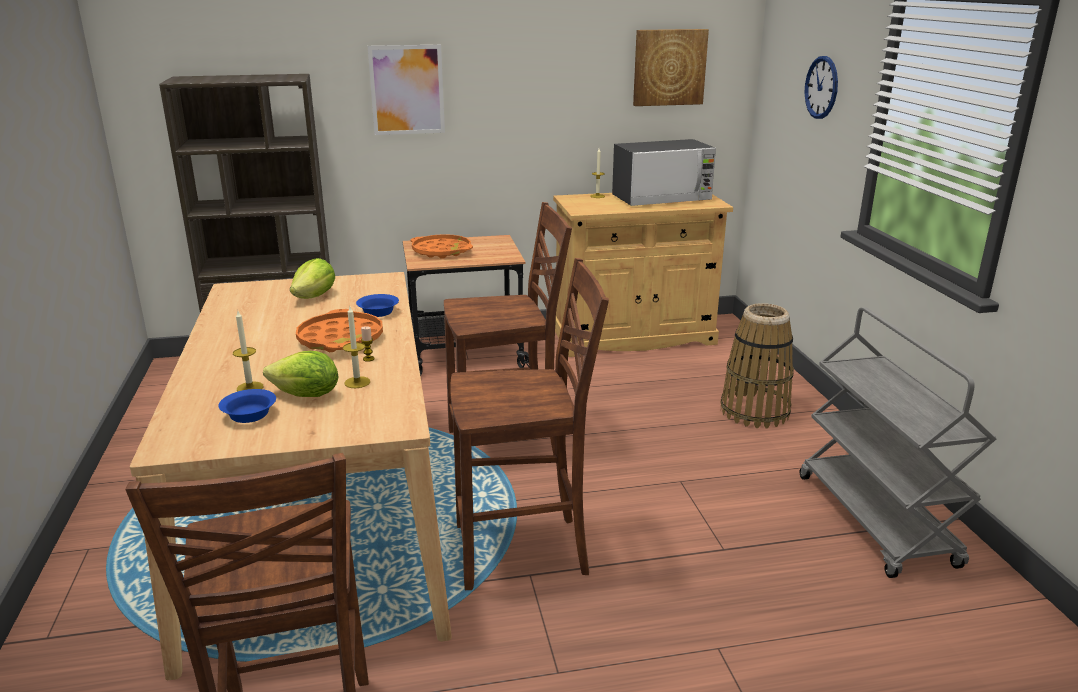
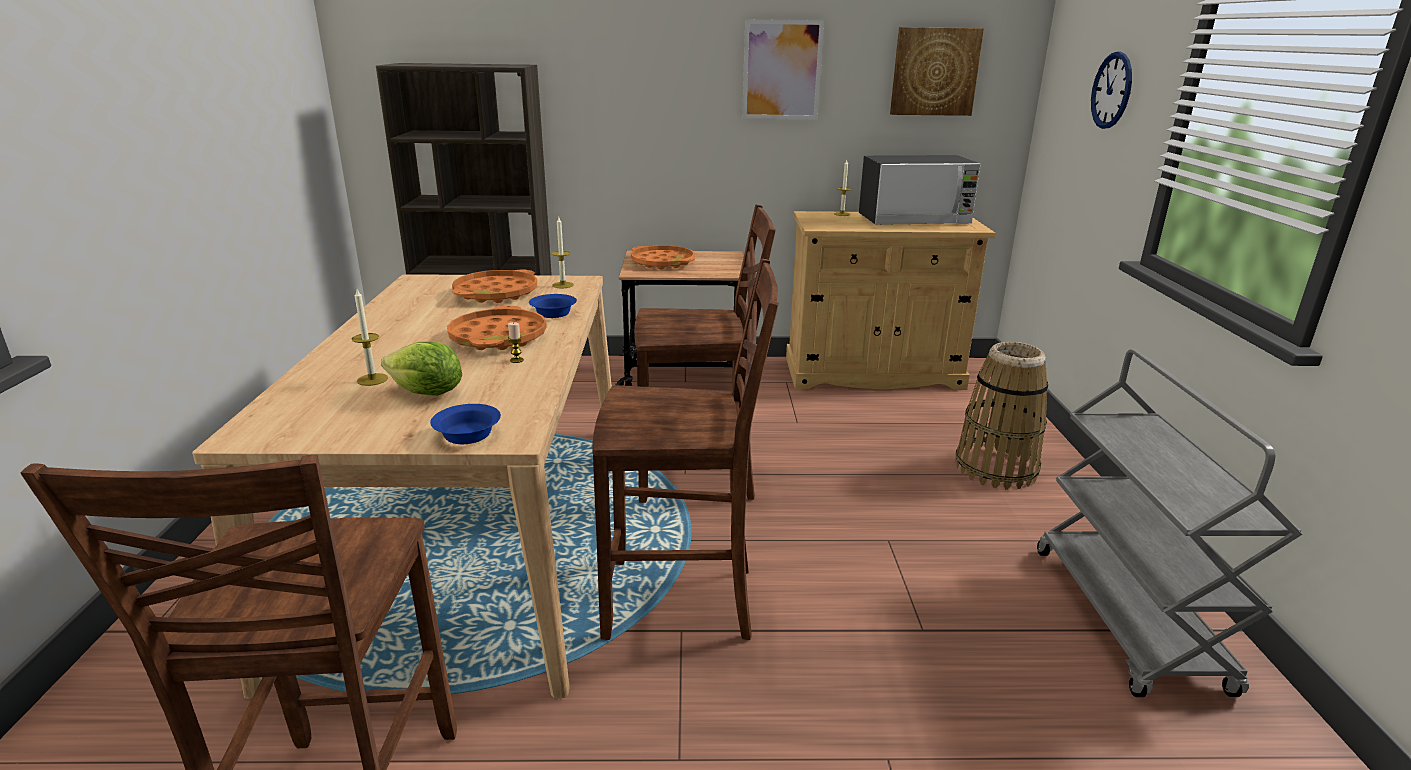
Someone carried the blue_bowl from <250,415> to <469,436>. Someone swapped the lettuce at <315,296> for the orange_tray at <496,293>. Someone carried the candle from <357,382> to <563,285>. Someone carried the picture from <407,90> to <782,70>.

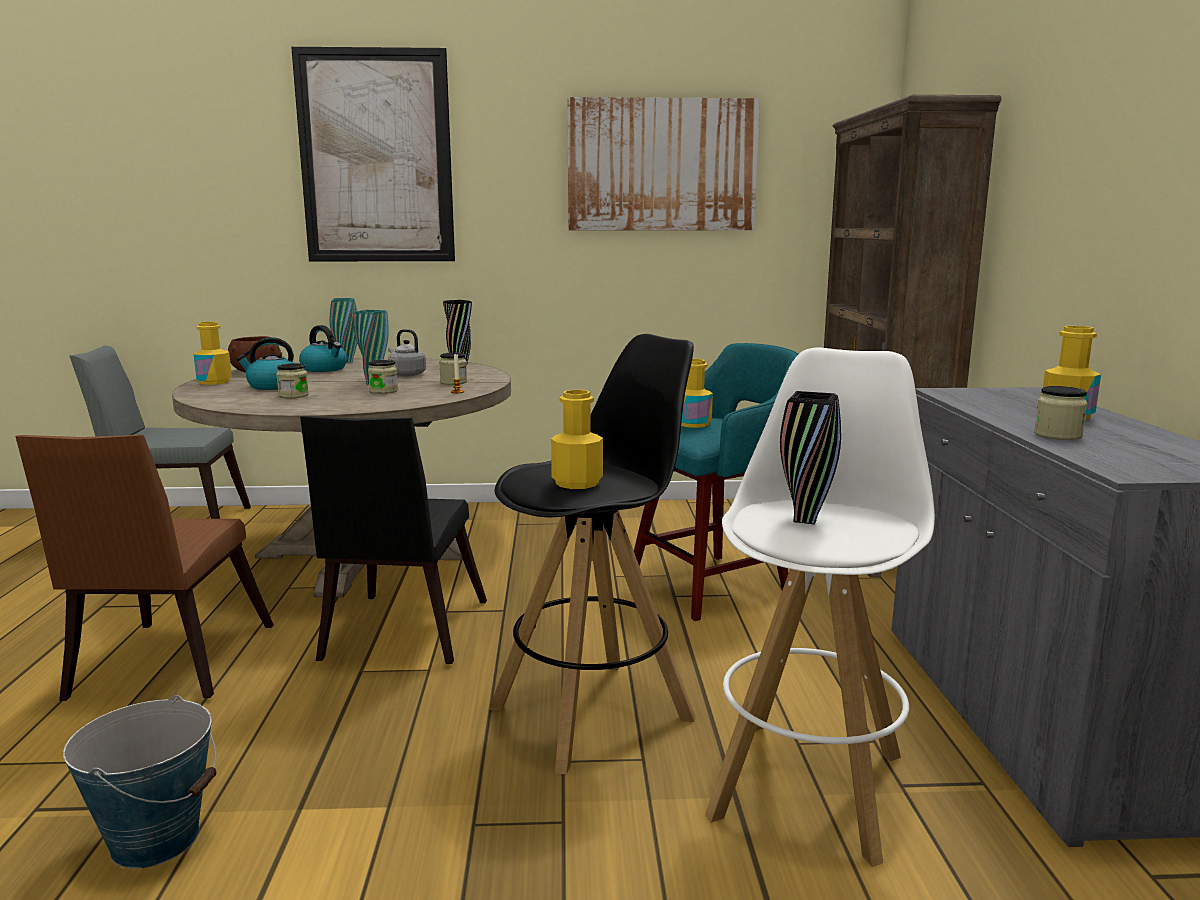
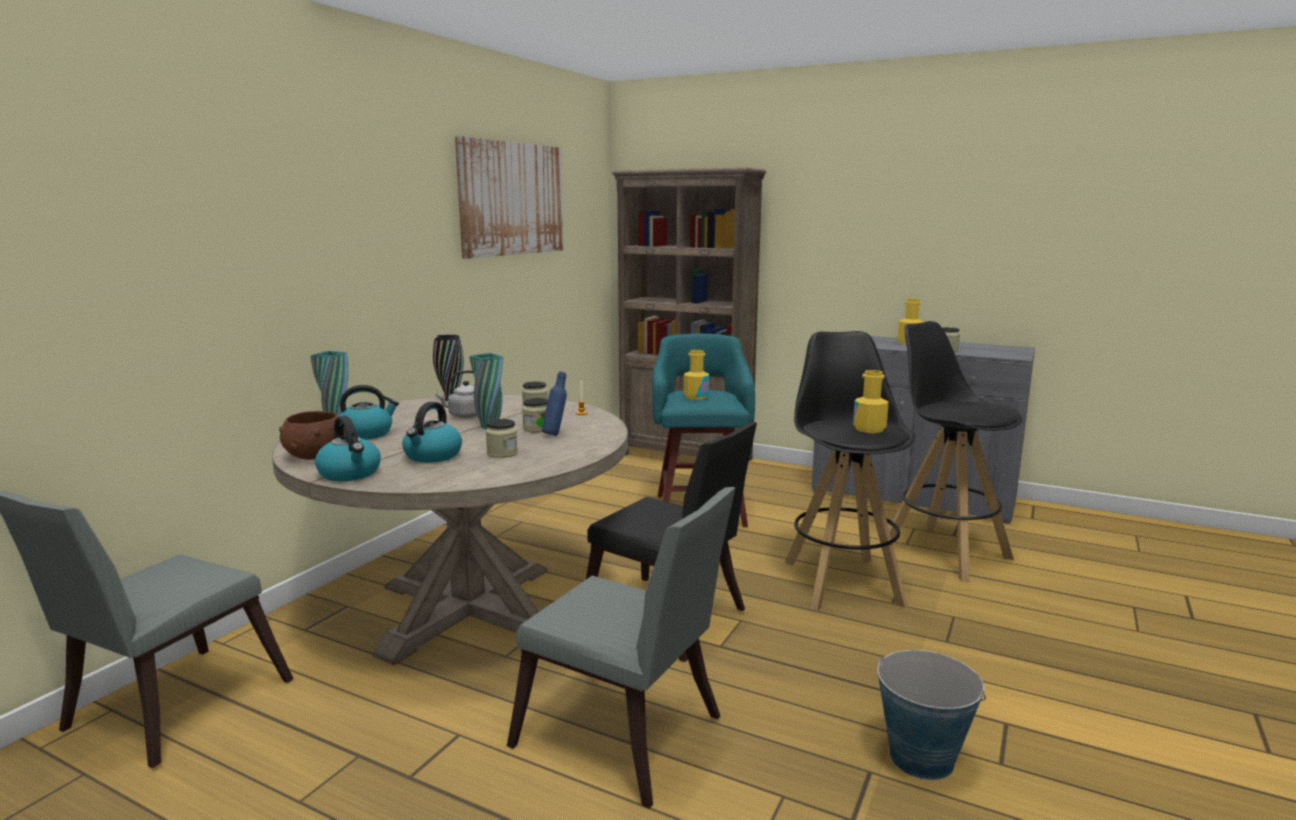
Someone swapped the yellow_bottle at <214,382> for the kettle at <350,473>. Someone repainted the brown_chair at <165,667>, which became the grey_chair at <626,739>. Someone put down the blue_bottle at <555,434>. Someone repainted the white_stool at <809,783>, which became the black_stool at <943,552>. Someone took away the picture at <376,157>. Someone took away the black_vase at <805,520>.

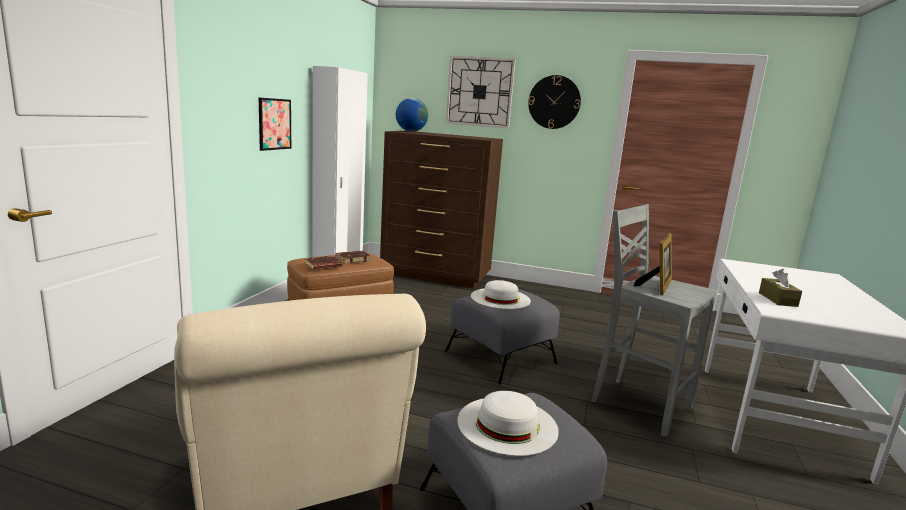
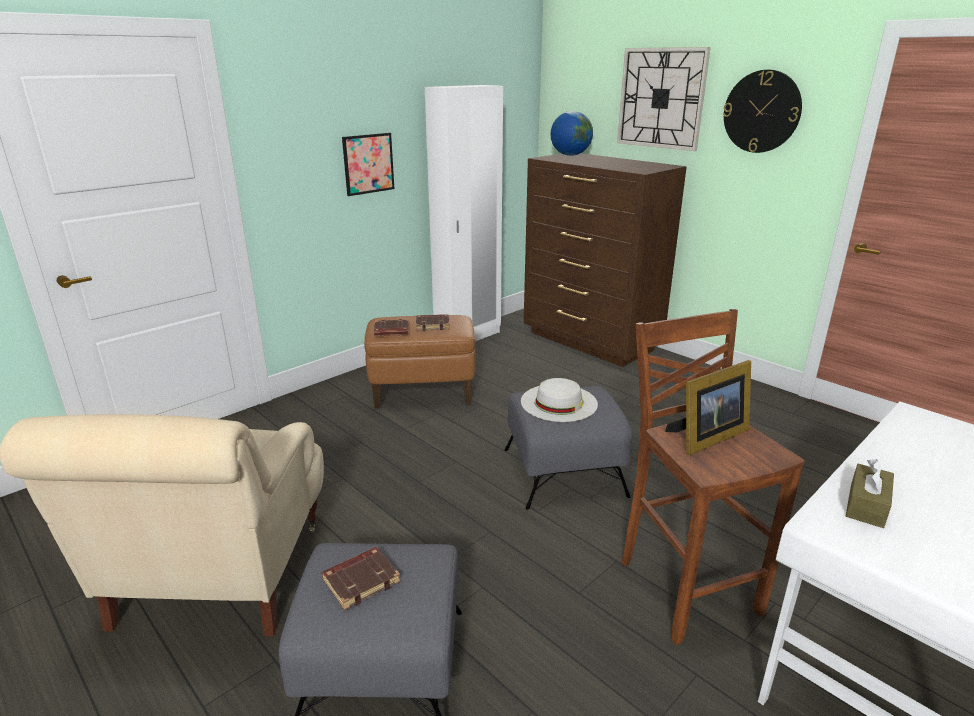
Someone swapped the white_hat at <507,424> for the brown_book at <361,580>. Someone repainted the grey_stool at <638,404>, which became the brown_stool at <685,586>.

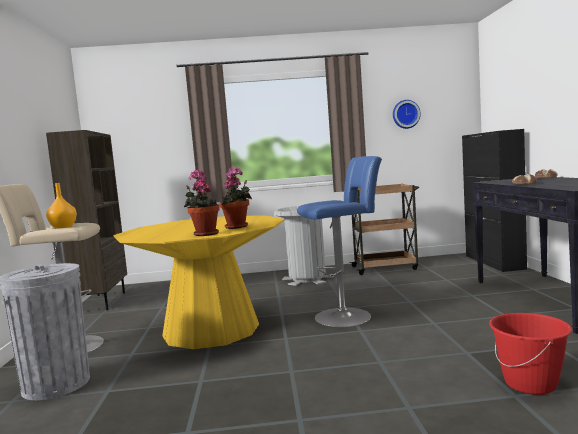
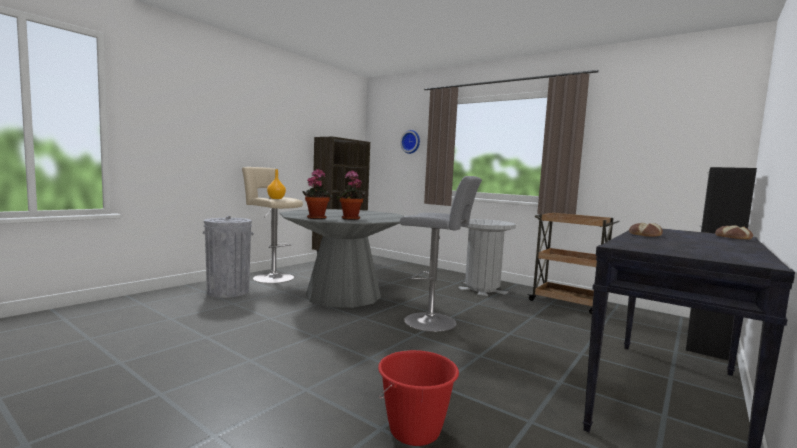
Someone repainted the yellow_dining_table at <211,329>, which became the grey_dining_table at <343,295>. Someone carried the wall_clock from <405,114> to <411,142>. Someone repainted the blue_stool at <346,316>, which became the grey_stool at <434,322>.

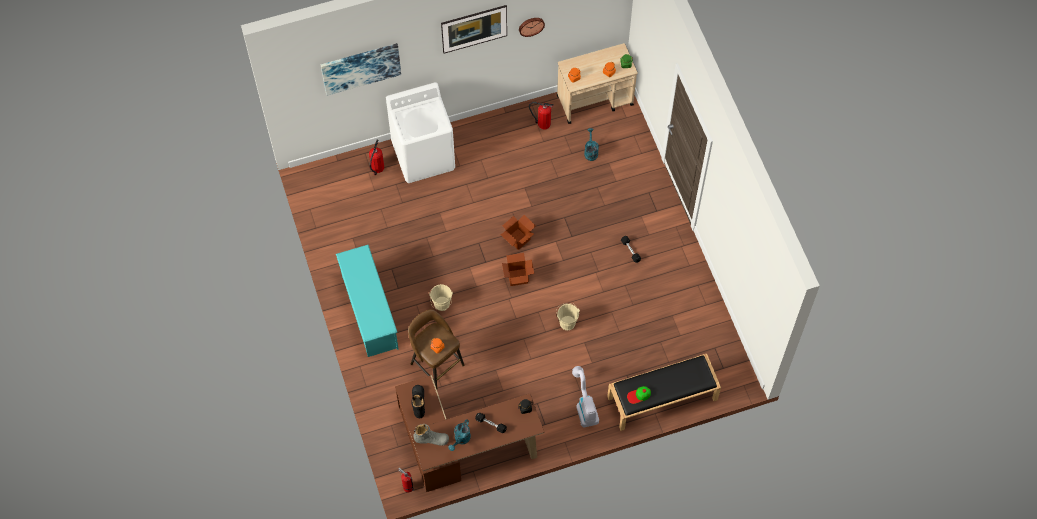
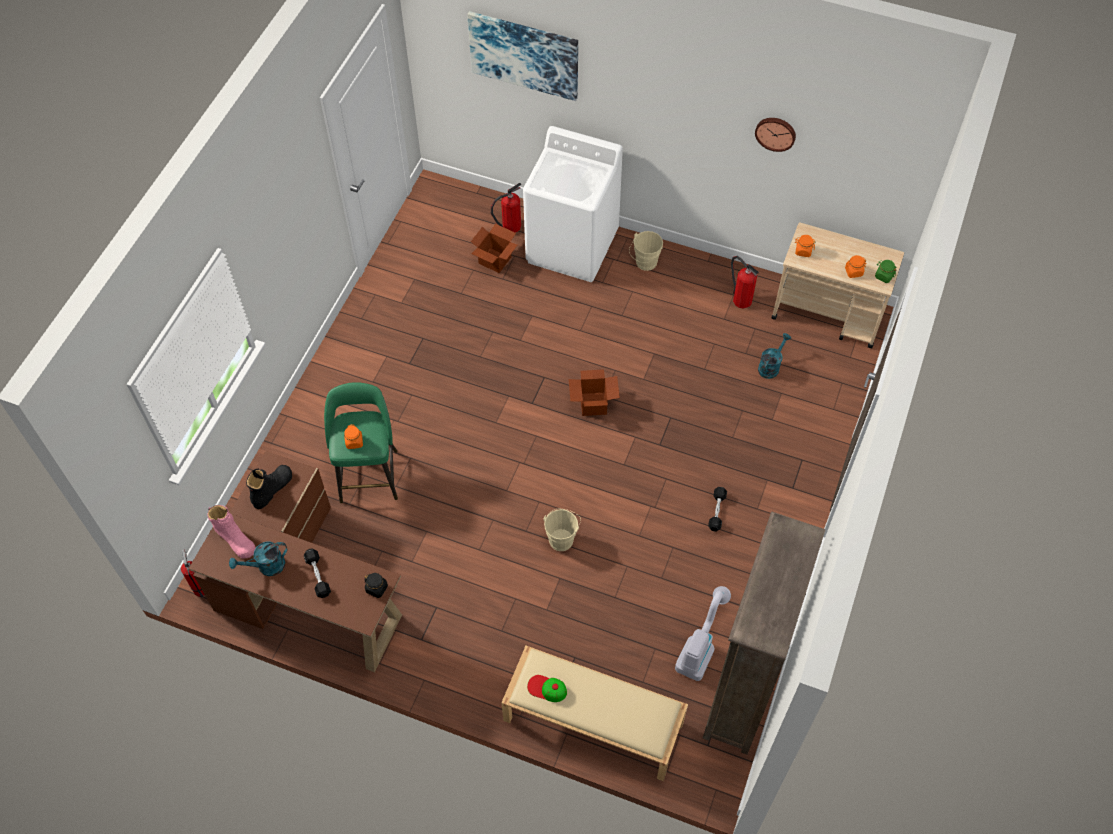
Someone repainted the grey_boot at <431,439>, which became the pink_boot at <235,539>. Someone repainted the brown_stool at <436,363>, which became the green_stool at <369,474>. Someone carried the cardboard_box from <517,277> to <494,260>. Someone repainted the black_bench at <661,399>, which became the beige_bench at <592,721>. Someone carried the beige_bucket from <442,305> to <645,264>. Someone carried the vacuum_cleaner from <584,405> to <700,645>. Someone put down the brown_bookcase at <742,693>. Someone took away the turquoise_shoe_rack at <369,312>. Someone took away the picture at <474,36>.

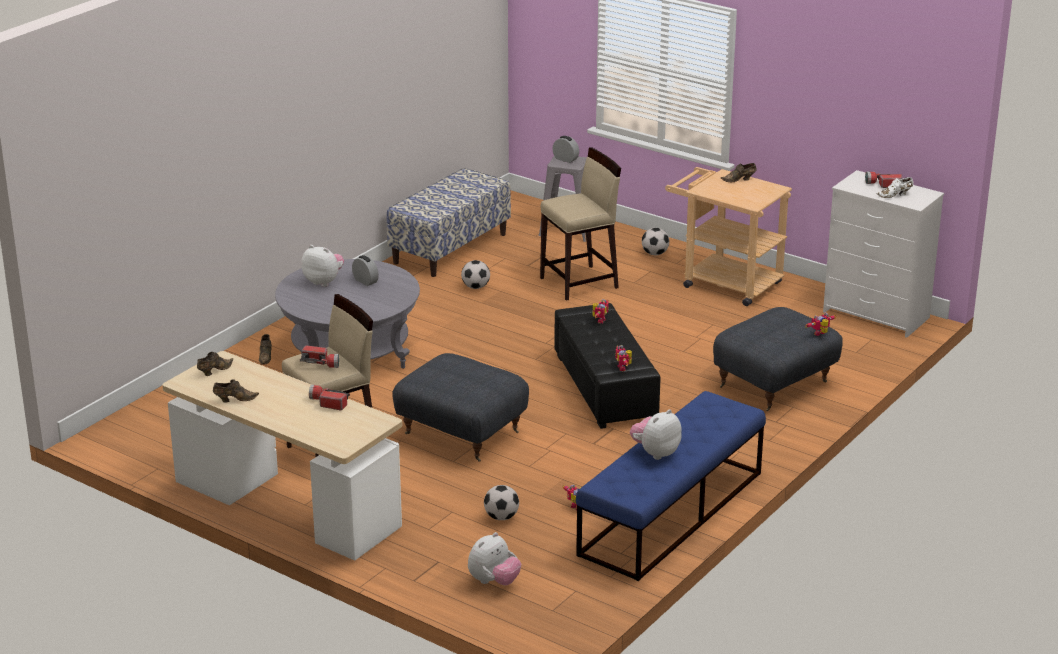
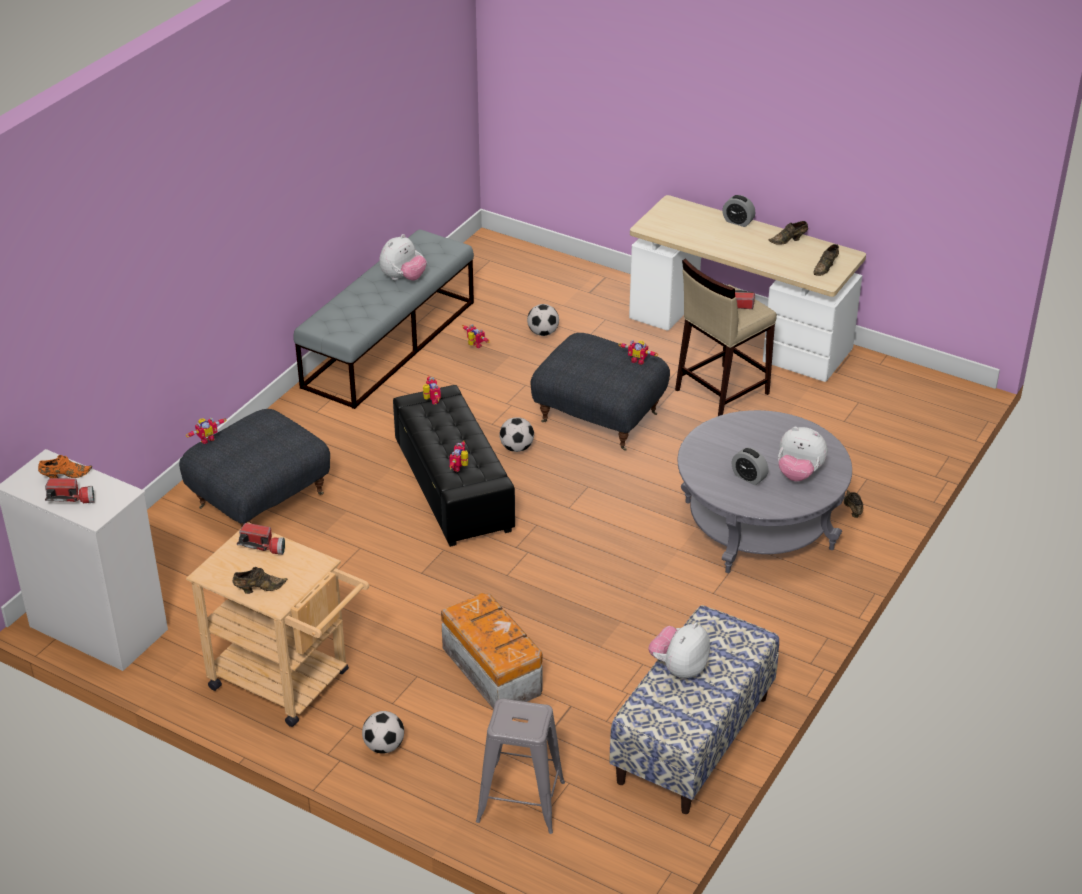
Someone repainted the white_shoe at <895,195>, which became the orange_shoe at <64,476>. Someone carried the flashlight from <328,402> to <263,546>. Someone repainted the blue_bench at <671,514>, which became the grey_bench at <390,343>. Someone swapped the beige_stool at <580,283> for the storage_box at <492,670>. Someone carried the football from <476,287> to <516,448>. Someone put down the toy_robot at <638,360>. Someone carried the plush_toy from <494,581> to <679,668>. Someone carried the alarm_clock from <565,159> to <738,222>.

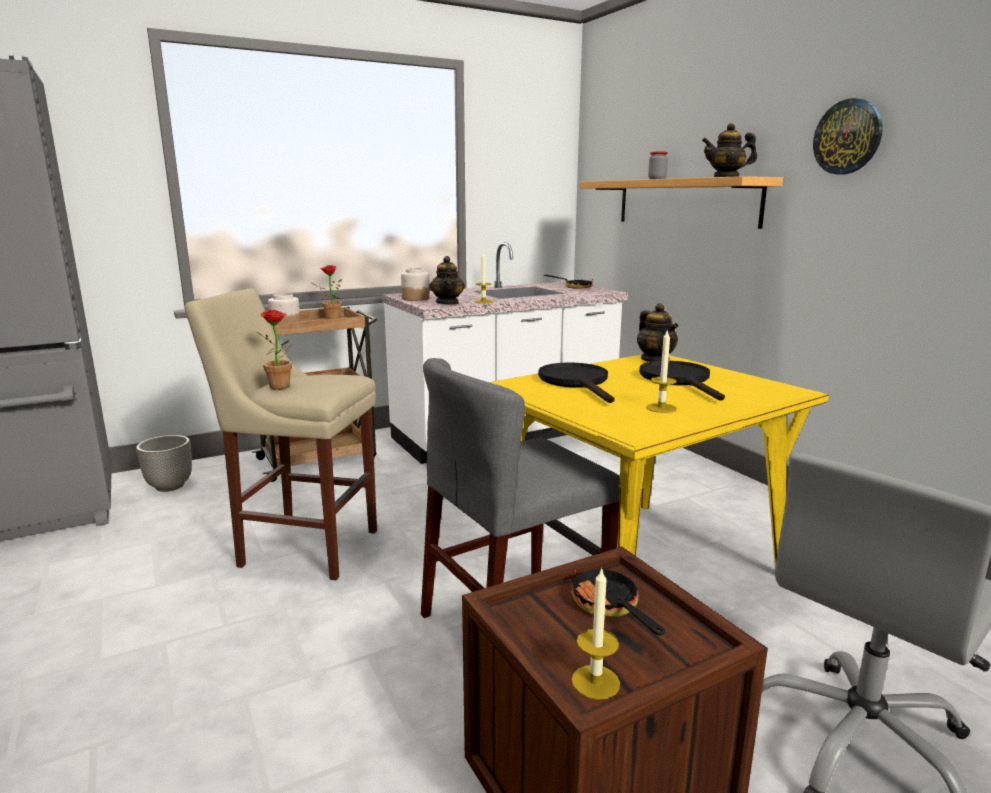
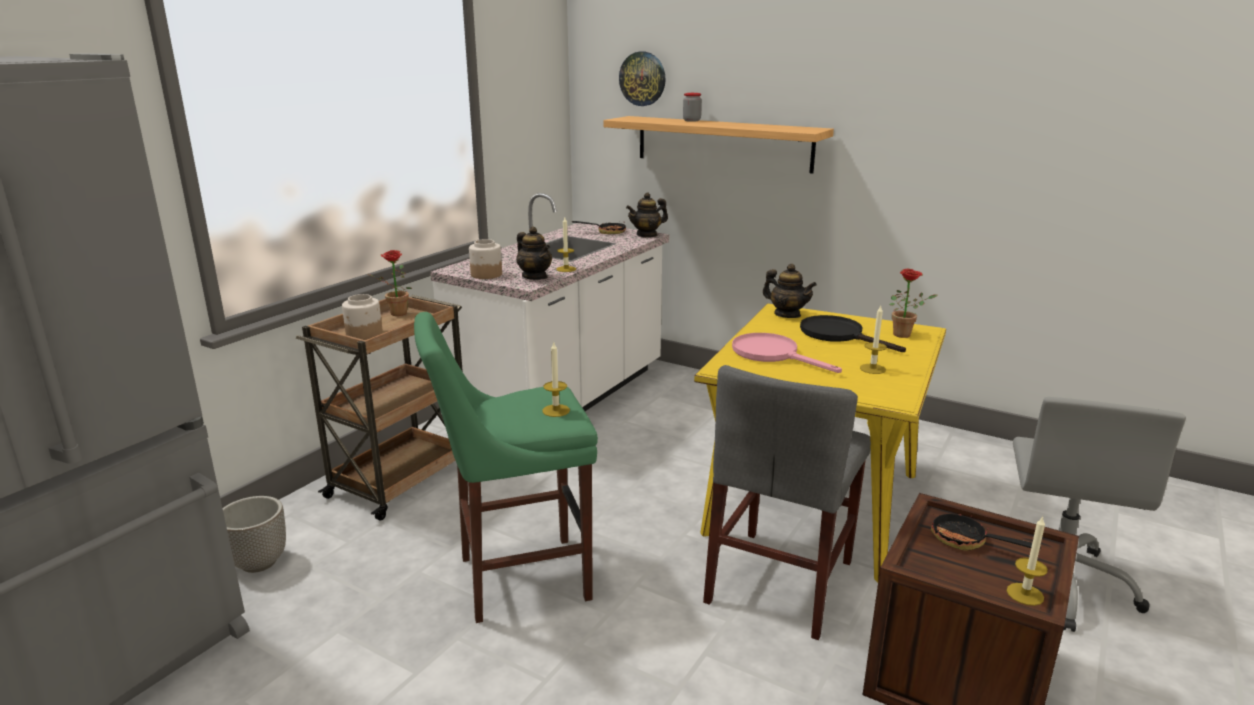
Someone repainted the beige_stool at <303,546>, which became the green_stool at <516,579>. Someone put down the candle at <556,410>. Someone carried the wall_clock from <848,137> to <642,79>. Someone carried the teapot from <726,177> to <647,235>. Someone repainted the black_frying_pan at <577,382>, which became the pink_frying_pan at <773,354>. Someone carried the potted_plant from <282,387> to <905,335>.

